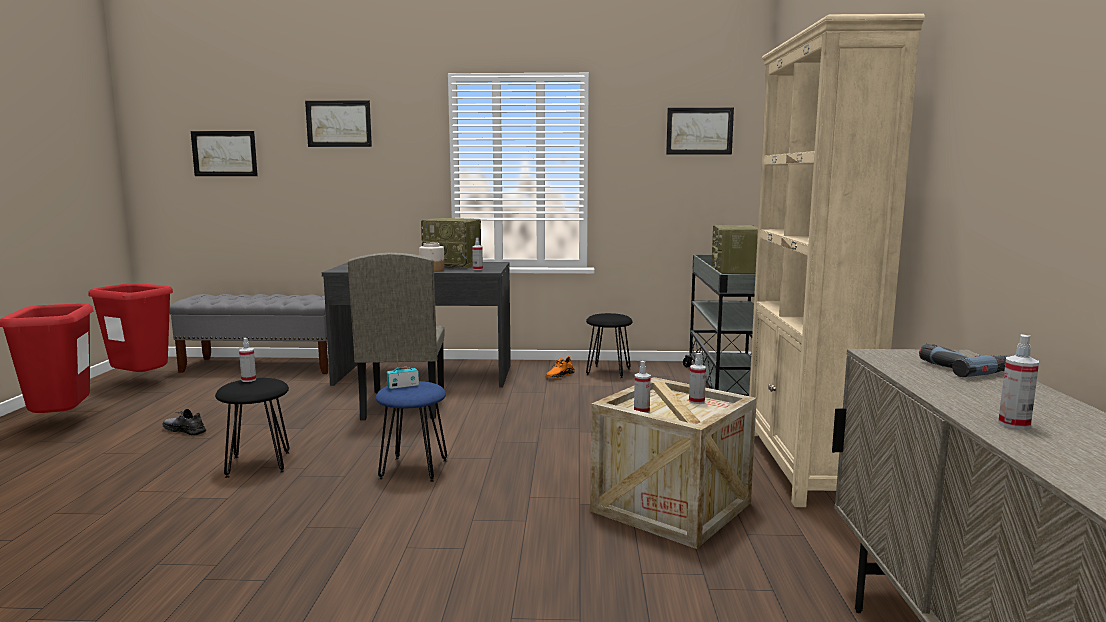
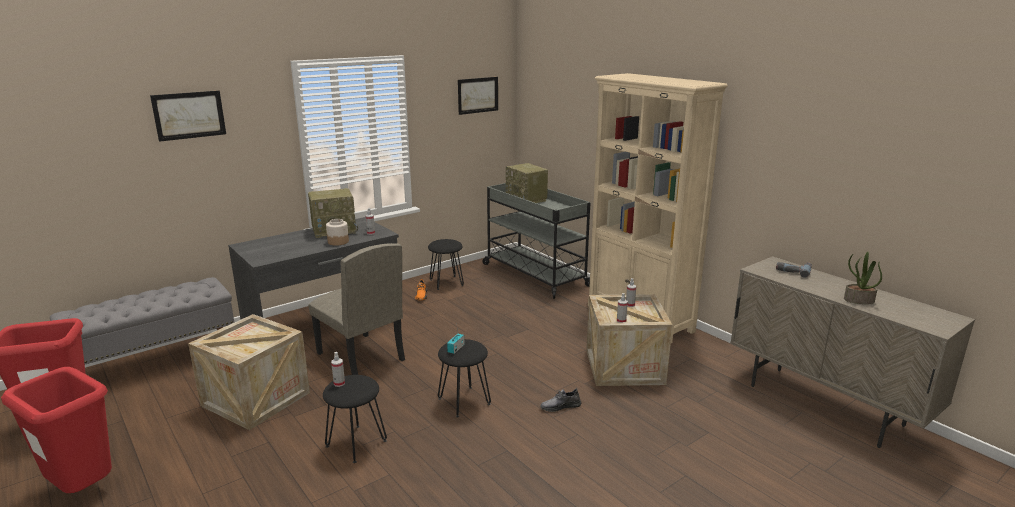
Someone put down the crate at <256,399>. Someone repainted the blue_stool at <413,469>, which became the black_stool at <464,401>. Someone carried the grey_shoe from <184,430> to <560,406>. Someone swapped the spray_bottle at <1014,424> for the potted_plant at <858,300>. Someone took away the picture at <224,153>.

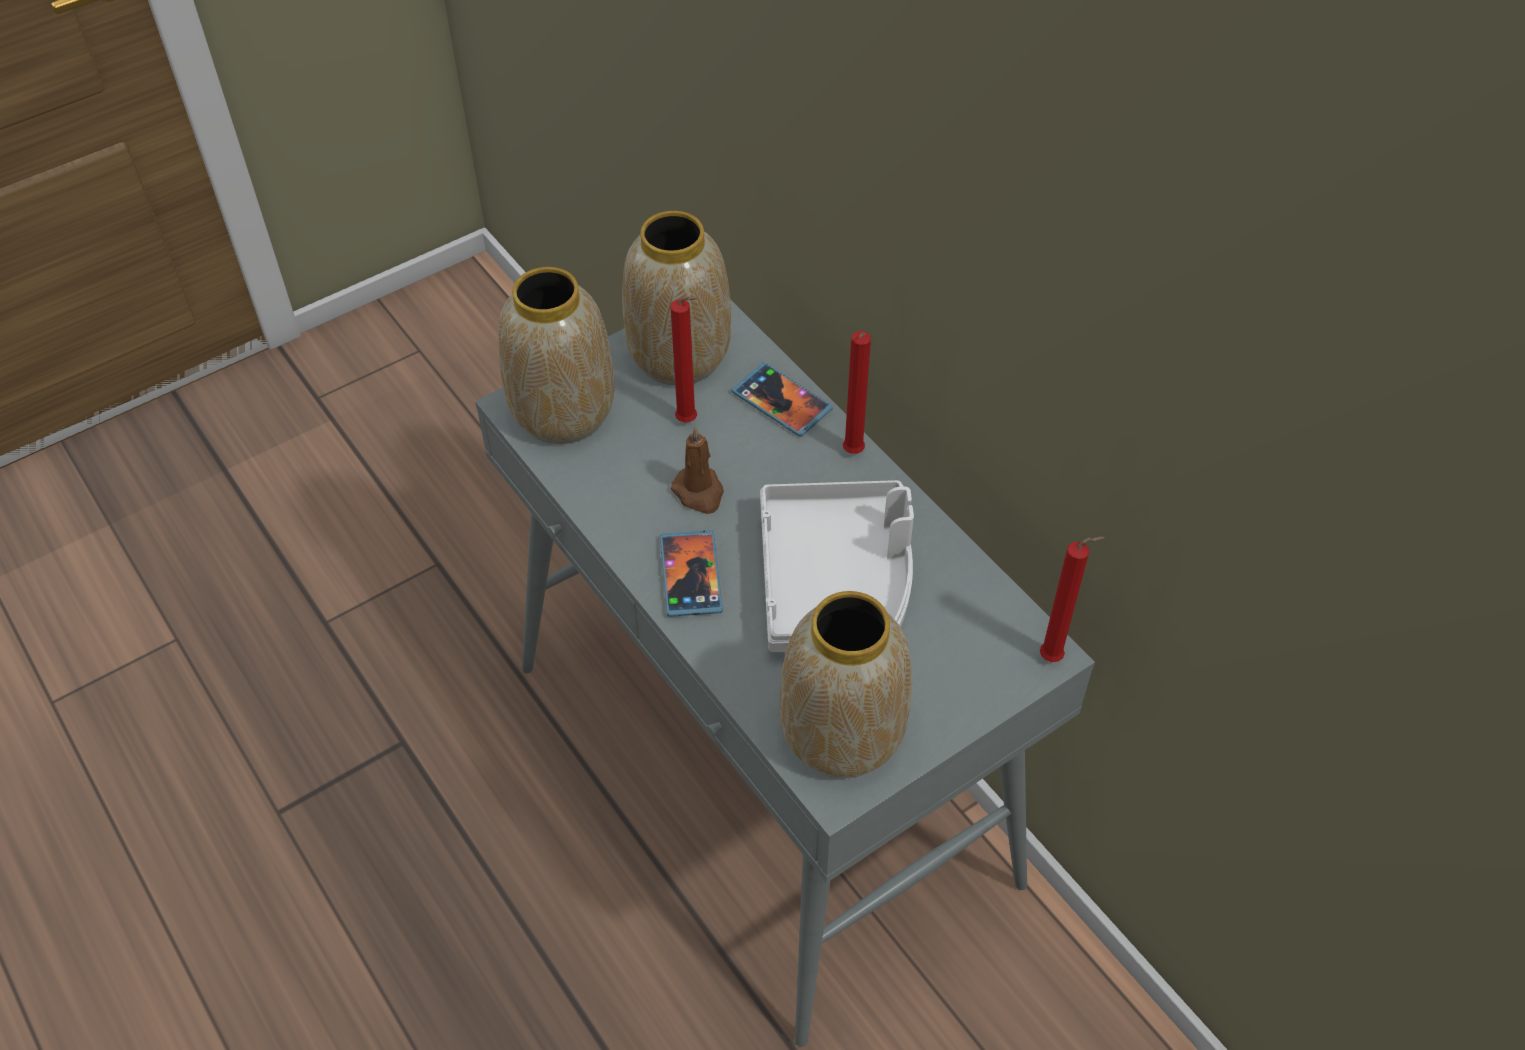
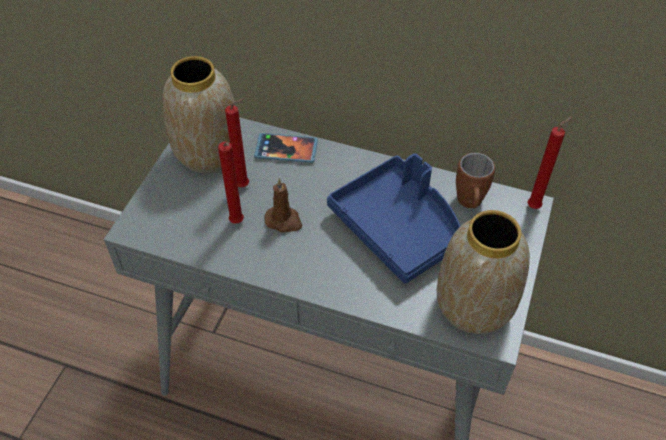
Someone carried the red_candle from <852,454> to <237,223>. Someone repainted the grey_tray at <836,581>, which became the blue_tray at <398,227>. Someone put down the brown_mug at <469,205>. Someone took away the vase at <561,413>. Someone took away the phone at <691,575>.

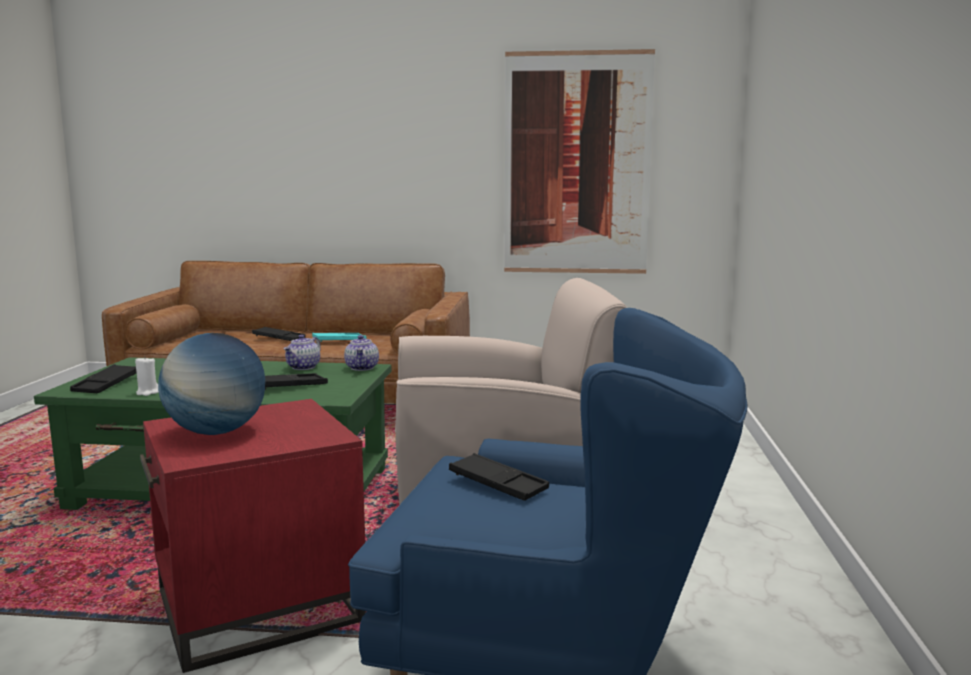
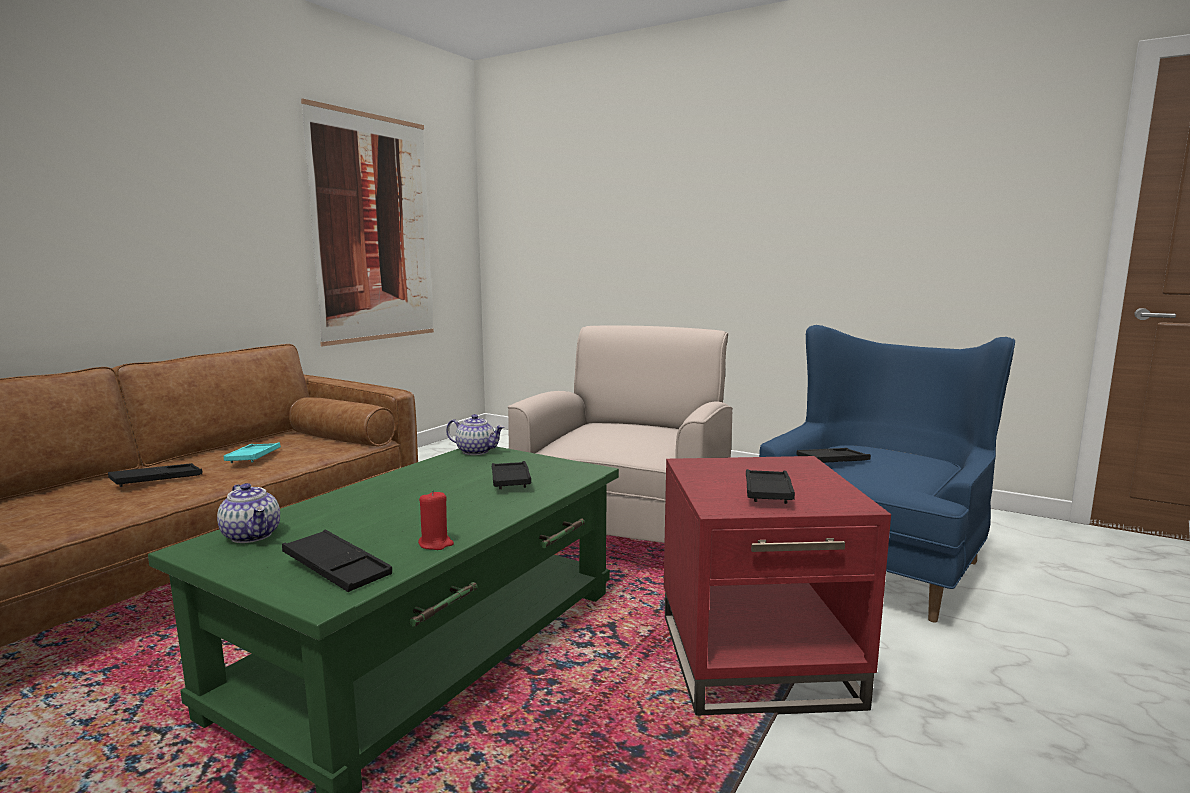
Someone carried the teapot from <303,367> to <252,535>. Someone repainted the white_candle at <147,392>, which became the red_candle at <435,544>. Someone swapped the globe at <216,432> for the black_tray at <767,492>.

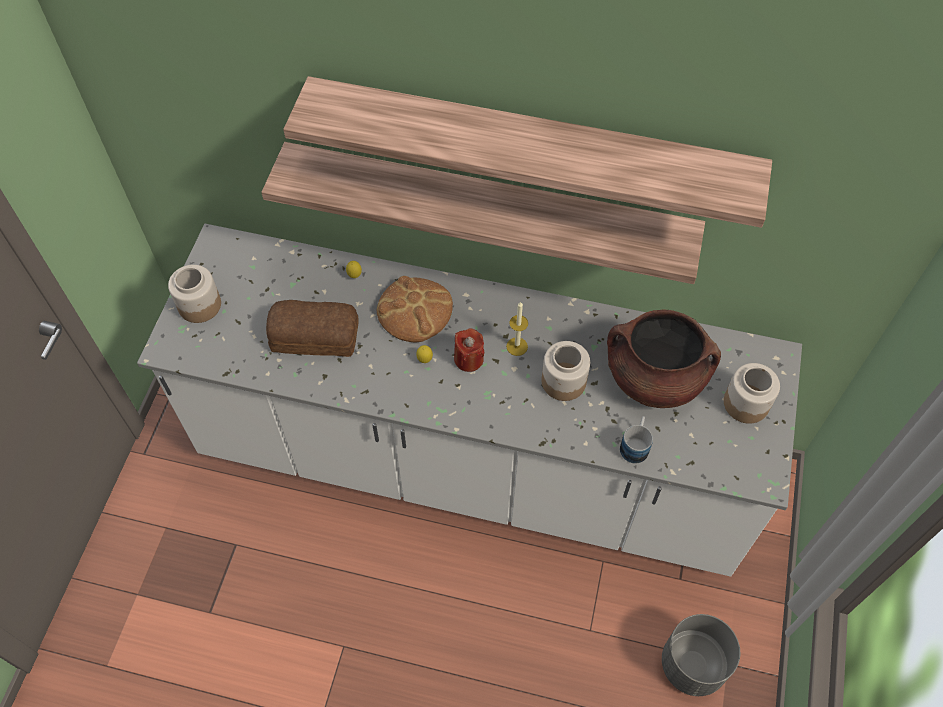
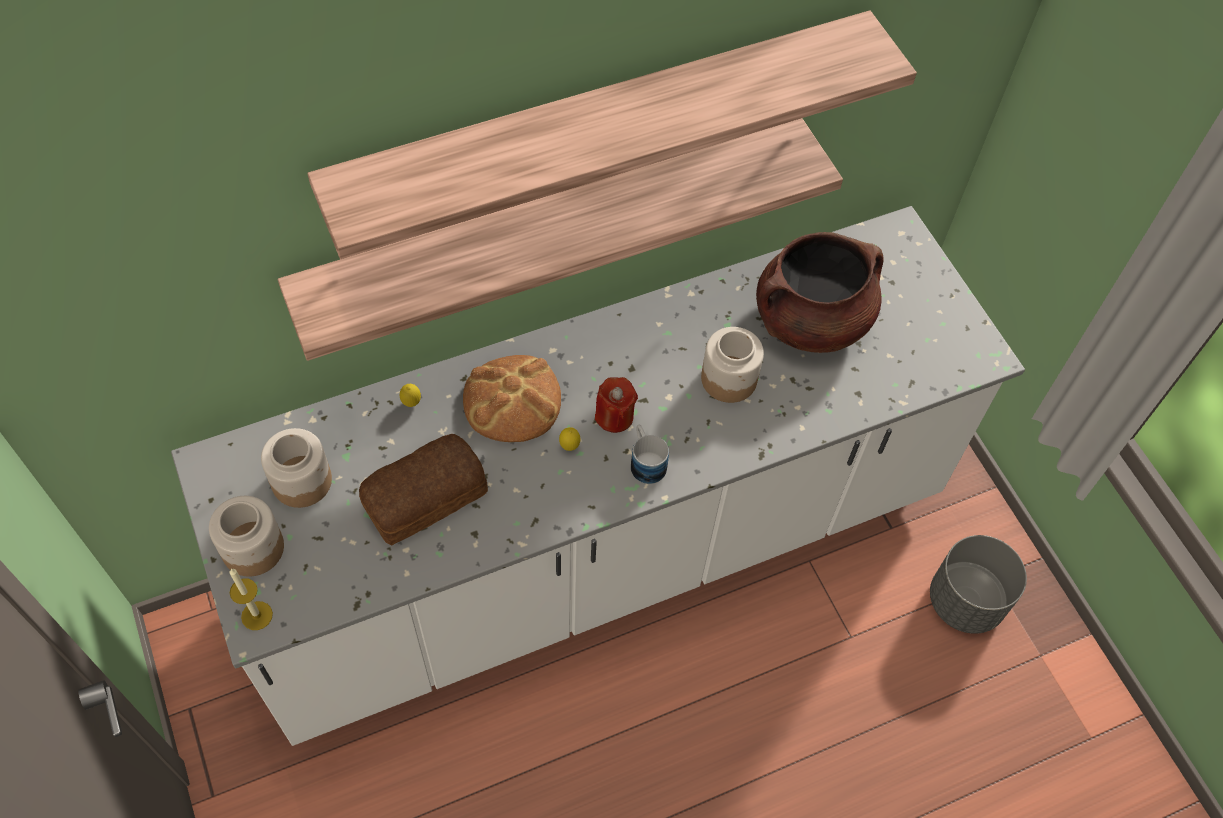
Someone carried the candle from <517,346> to <257,615>. Someone carried the jar from <746,403> to <302,480>. Someone carried the mug from <635,444> to <645,461>.

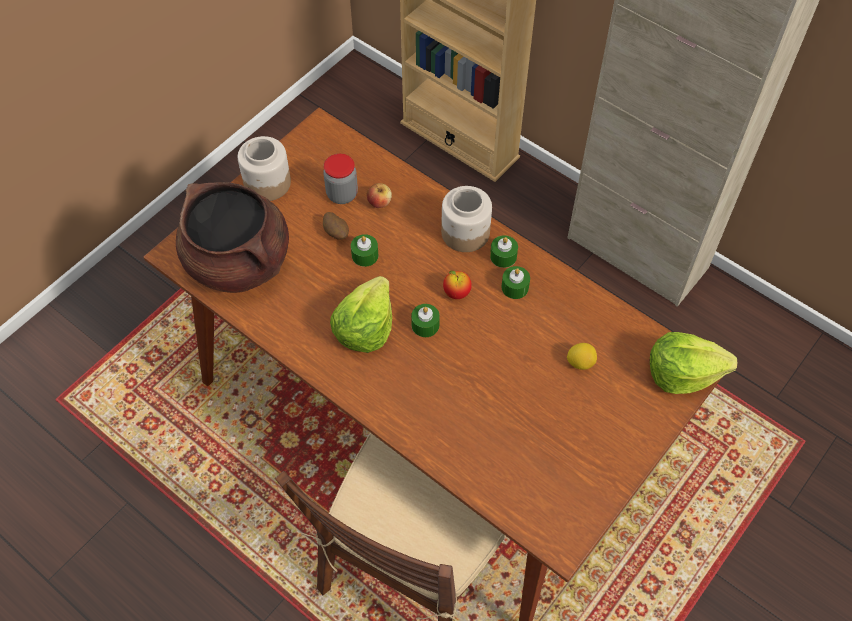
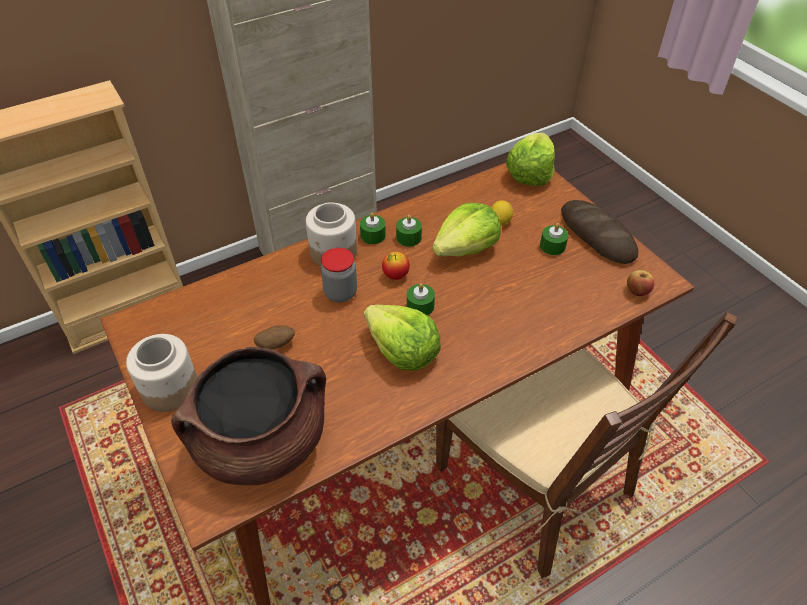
Someone carried the jar from <342,194> to <340,293>. Someone put down the lettuce at <466,248>. Someone carried the green_candle from <365,255> to <552,246>. Someone put down the bread at <597,235>. Someone carried the apple from <379,202> to <637,291>.

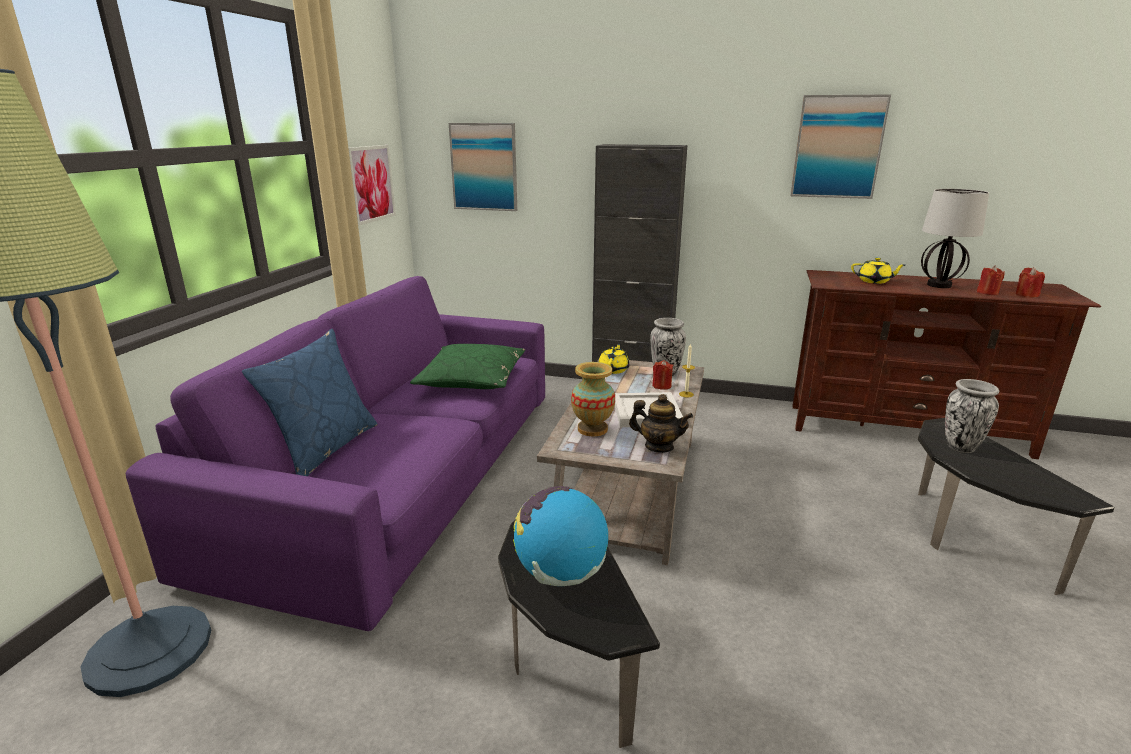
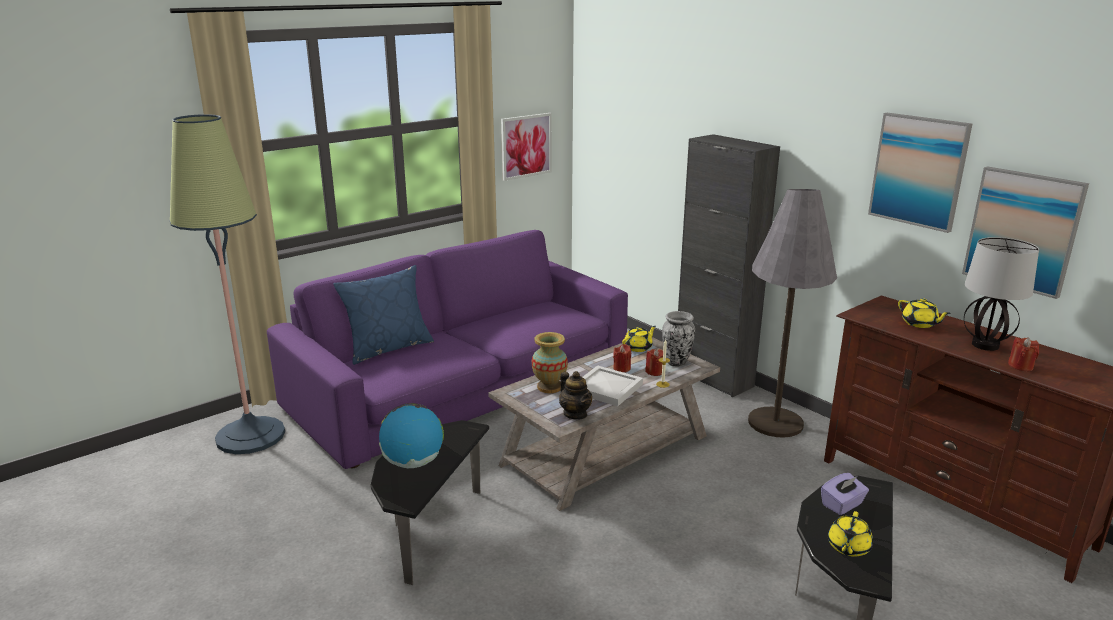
Someone carried the red_candle from <1026,295> to <622,368>. Someone put down the grey_floor_lamp at <775,423>. Someone swapped the vase at <960,447> for the purple_tissue_box at <842,505>. Someone put down the yellow_teapot at <848,547>. Someone carried the picture from <484,167> to <1022,230>. Someone took away the green_pillow at <472,379>.

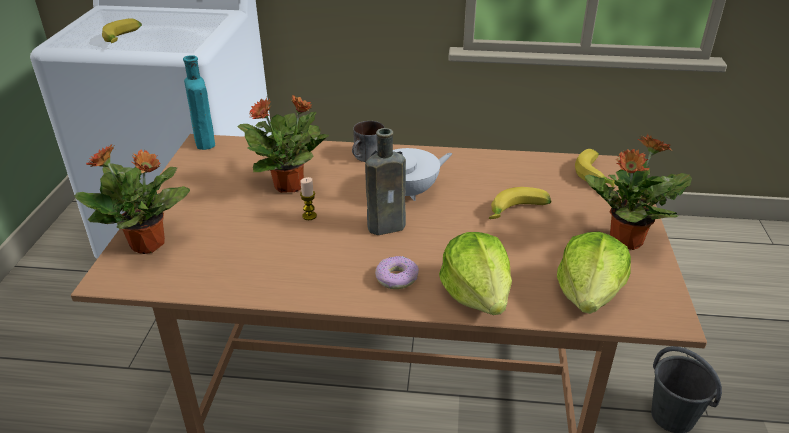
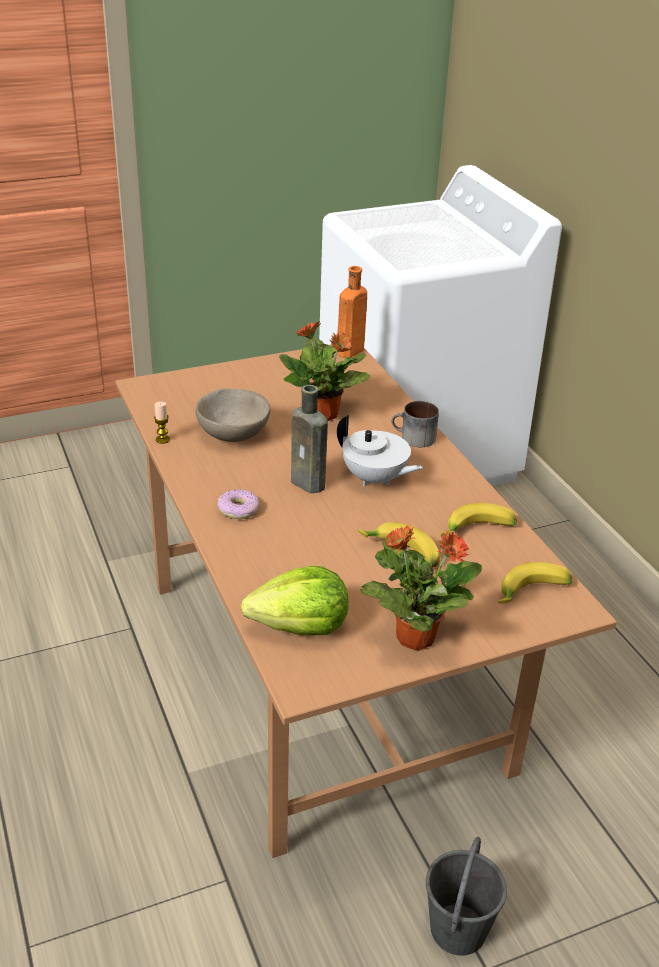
Someone carried the candle from <309,216> to <162,439>. Someone put down the beige_bowl at <234,434>. Someone repainted the turquoise_bottle at <205,143>, which became the orange_bottle at <349,352>. Someone carried the banana from <124,39> to <478,531>. Someone took away the potted_plant at <149,244>. Someone took away the lettuce at <477,294>.

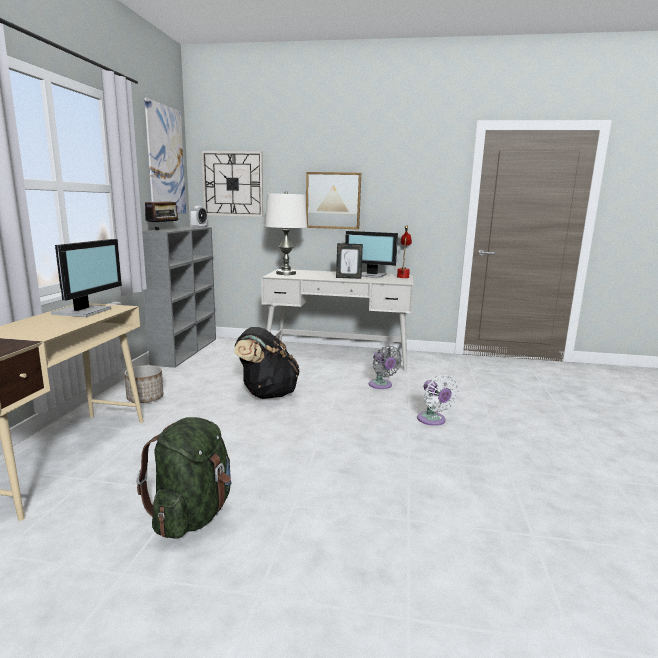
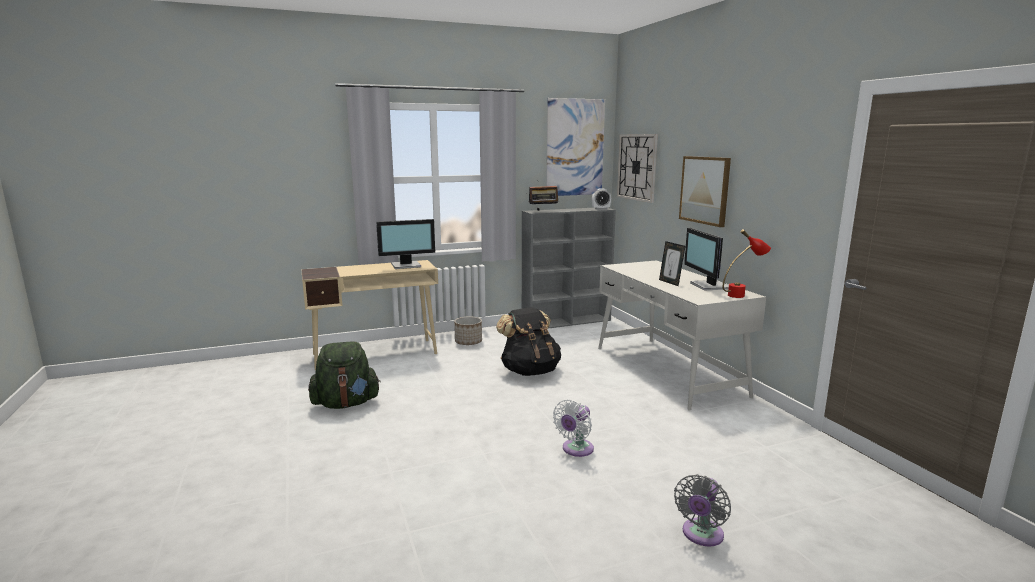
Someone carried the grey_fan from <381,385> to <701,535>. Someone took away the white_table_lamp at <286,273>.

